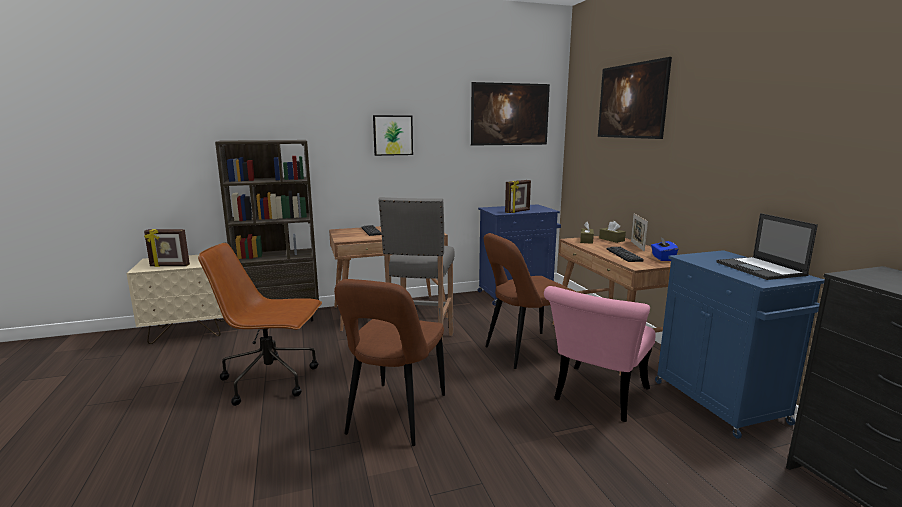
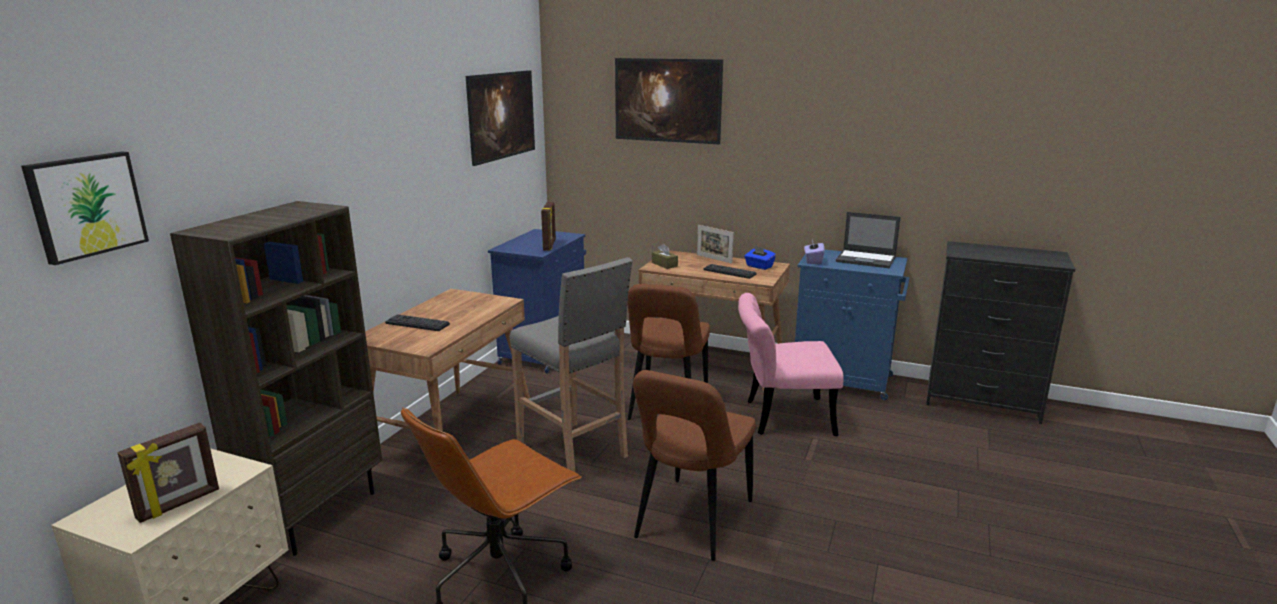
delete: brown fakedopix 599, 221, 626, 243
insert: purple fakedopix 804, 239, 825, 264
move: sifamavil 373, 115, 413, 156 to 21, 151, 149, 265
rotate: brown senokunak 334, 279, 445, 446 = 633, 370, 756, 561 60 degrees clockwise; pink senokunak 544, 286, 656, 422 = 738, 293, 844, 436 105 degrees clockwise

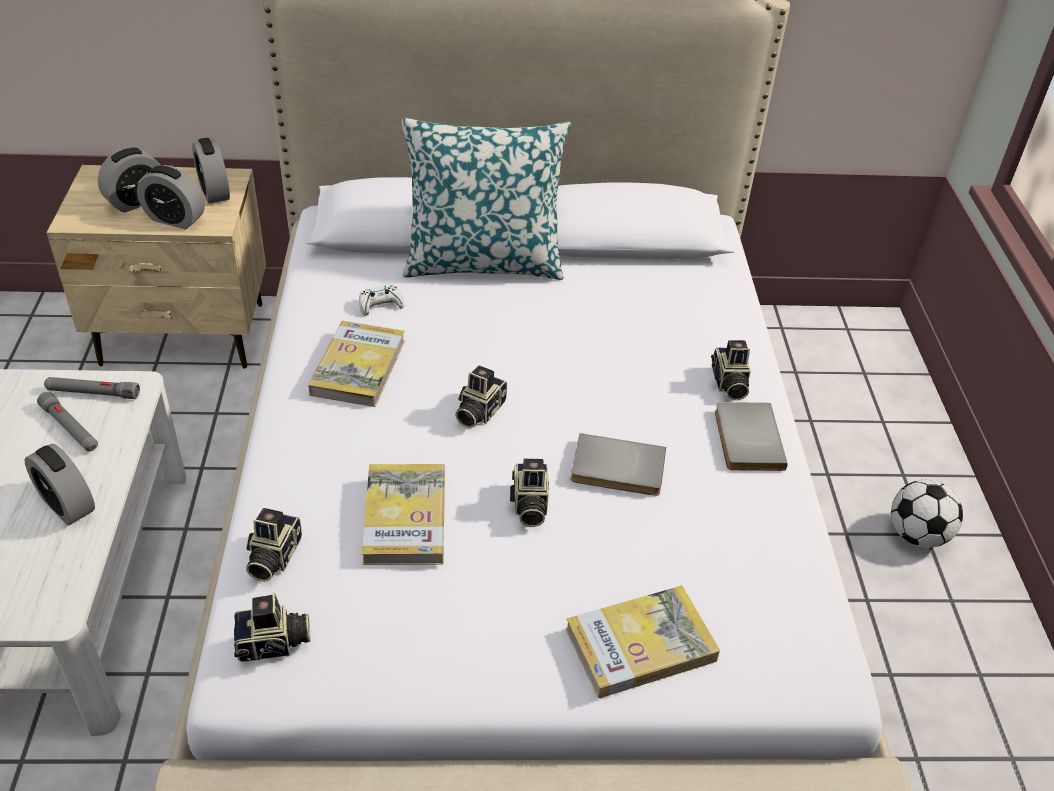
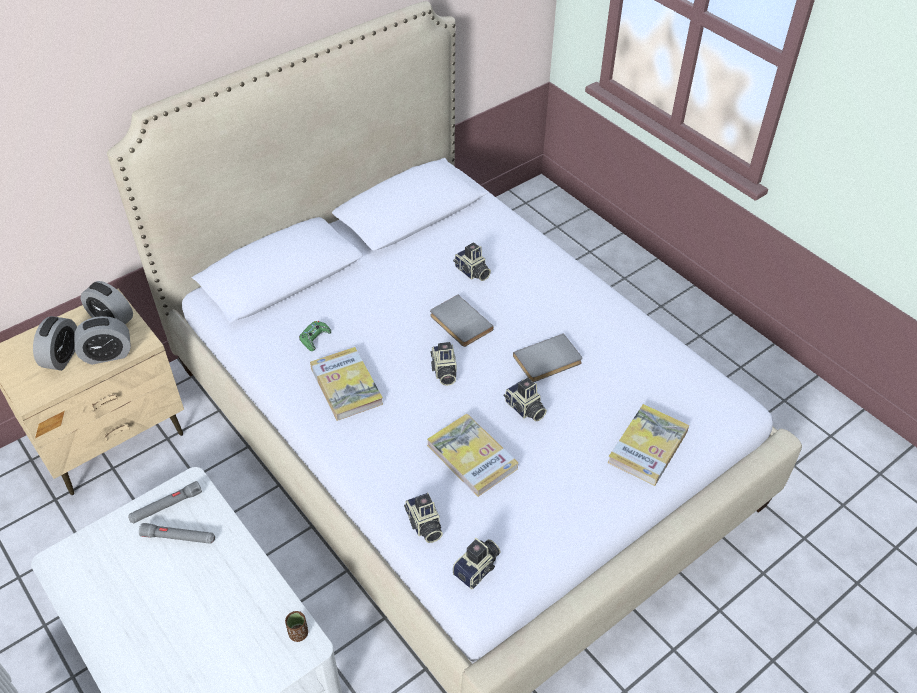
delete: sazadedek 25, 444, 95, 525; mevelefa 402, 118, 571, 280; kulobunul 891, 480, 963, 548
insert: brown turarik 285, 611, 308, 642
move: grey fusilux 715, 402, 788, 471 to 430, 295, 494, 347; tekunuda 711, 340, 751, 400 to 453, 242, 491, 281
recolor: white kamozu 359, 285, 404, 316 to green kamozu 299, 321, 331, 351

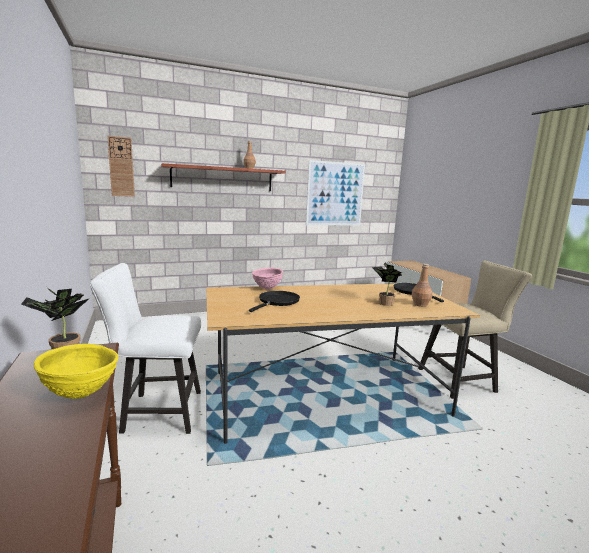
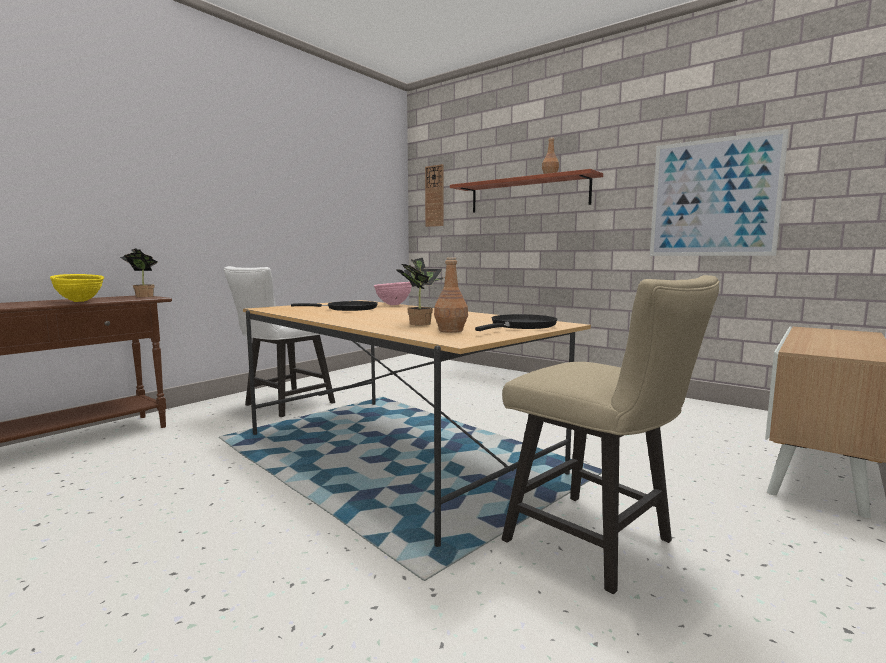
rotate: white senokunak 90, 263, 201, 434 = 224, 266, 335, 417 105 degrees counterclockwise

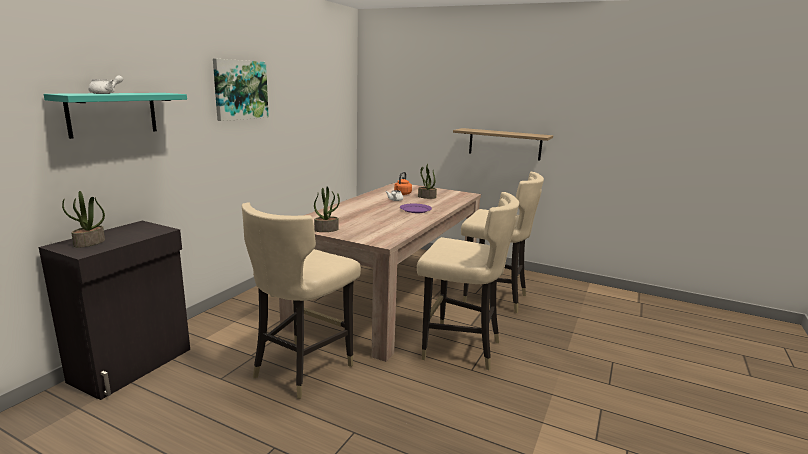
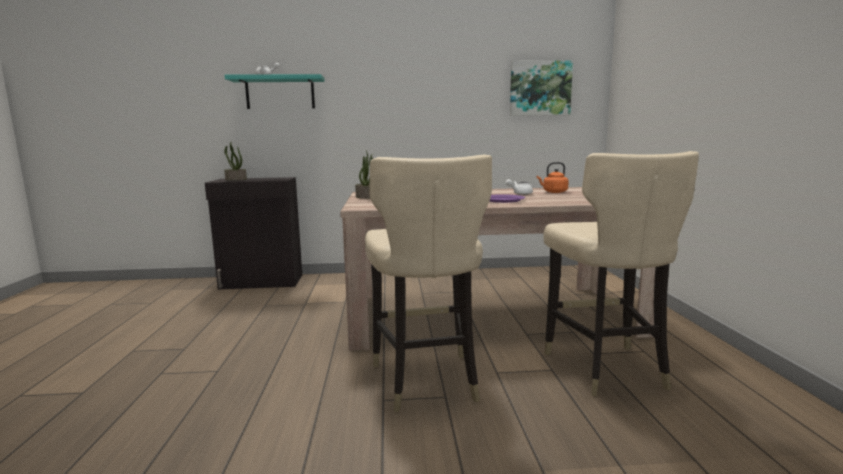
delete: beige senokunak 242, 202, 361, 399; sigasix 418, 164, 437, 199; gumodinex 453, 128, 553, 161
move: sifamavil 213, 58, 269, 121 to 510, 60, 573, 116

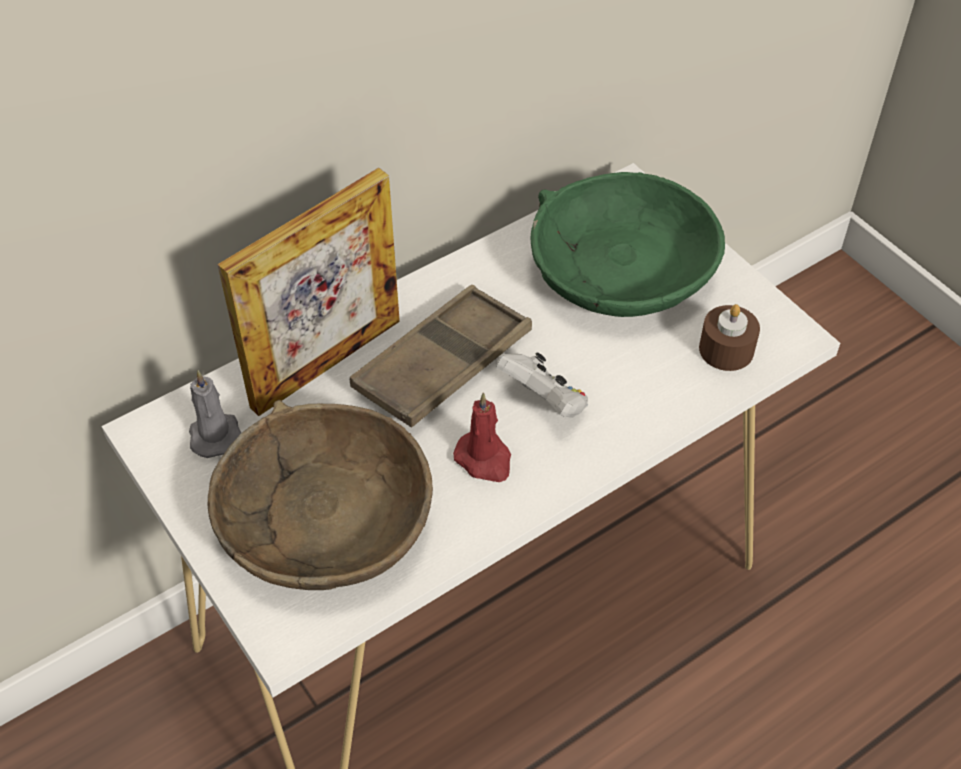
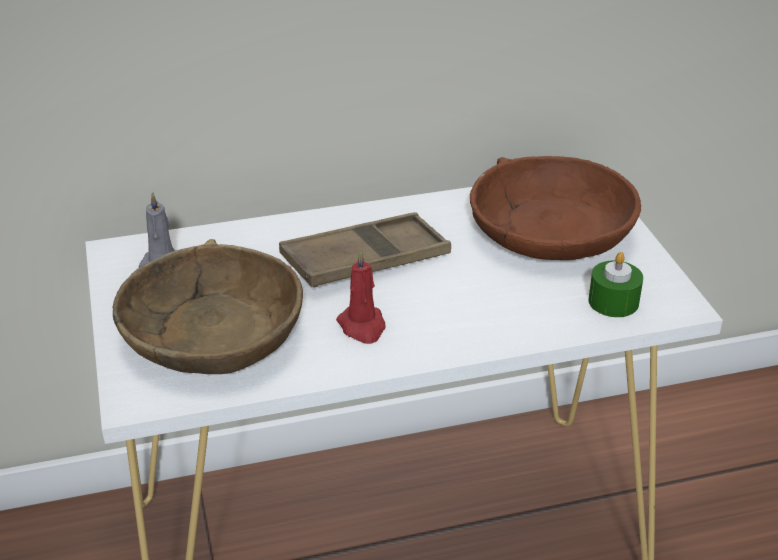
delete: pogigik 217, 168, 400, 416; white kamozu 496, 353, 588, 418
recolor: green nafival 530, 172, 725, 317 to brown nafival 470, 156, 641, 260; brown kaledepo 699, 304, 760, 371 to green kaledepo 588, 252, 643, 317

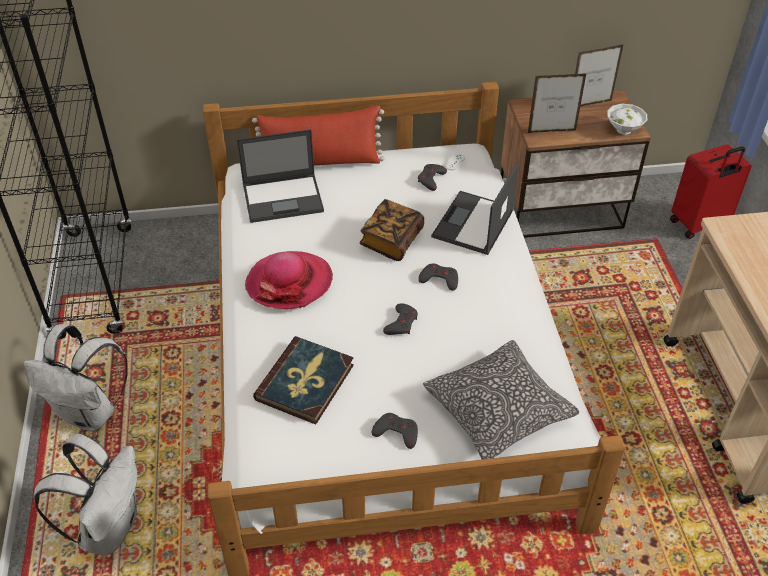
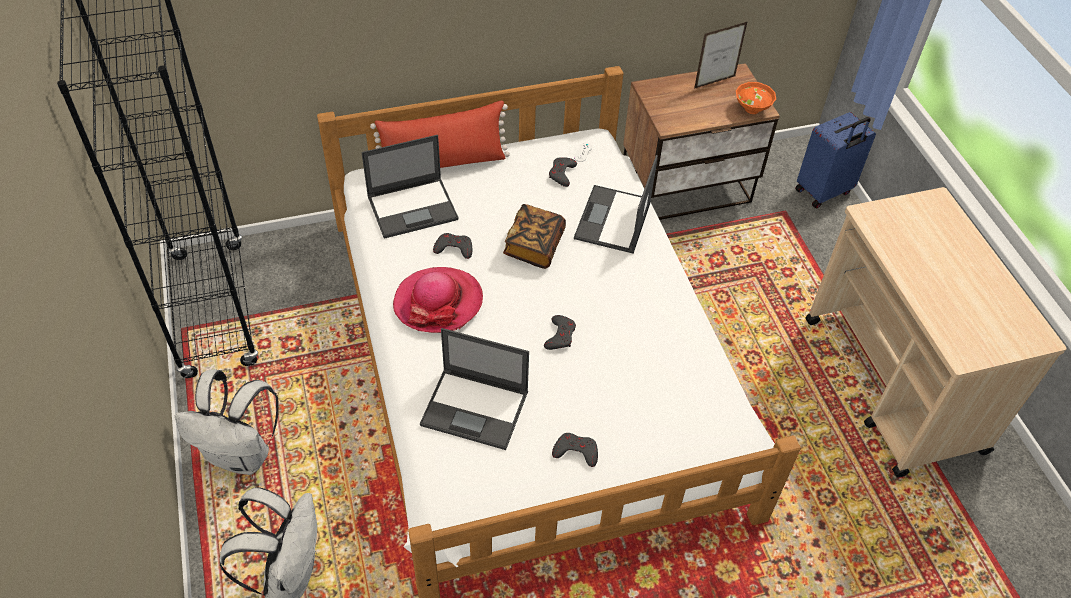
delete: mevelefa 423, 340, 579, 460; pogigik 528, 73, 587, 133
move: grey kamozu 418, 264, 458, 291 to 433, 233, 472, 259
replace: fusilux 253, 336, 354, 425 to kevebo 420, 328, 529, 450
recolor: white nafival 608, 104, 647, 135 to orange nafival 736, 82, 776, 114; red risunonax 670, 144, 752, 239 to blue risunonax 795, 112, 876, 209

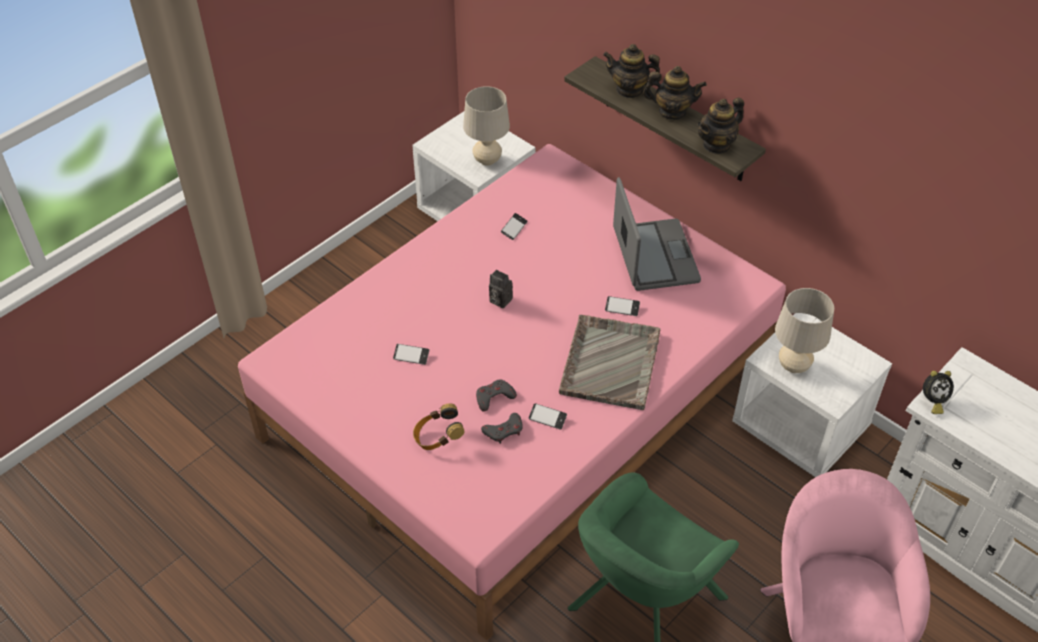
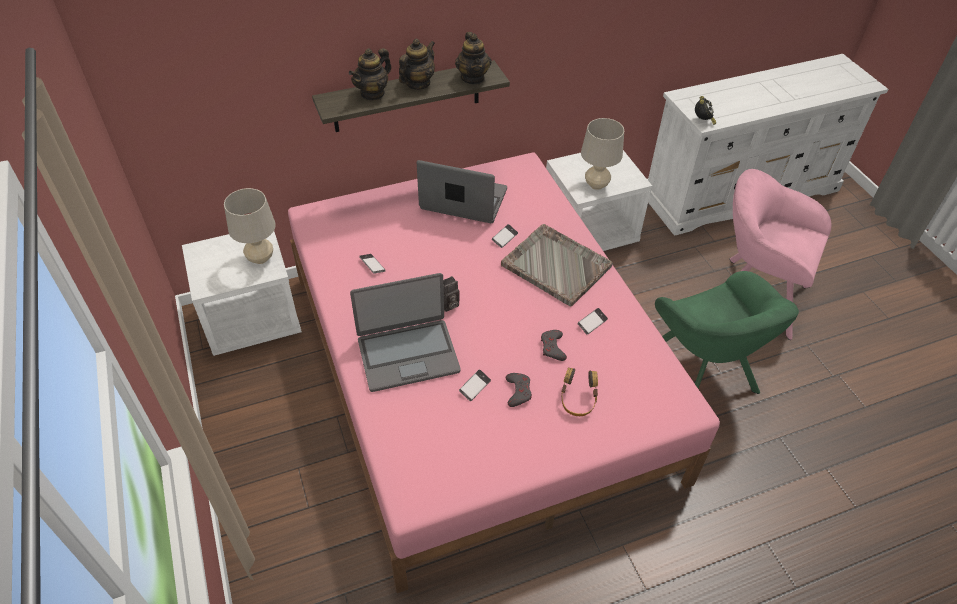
insert: kevebo 350, 273, 461, 392
move: grey kamozu 481, 413, 523, 444 to 506, 373, 532, 407

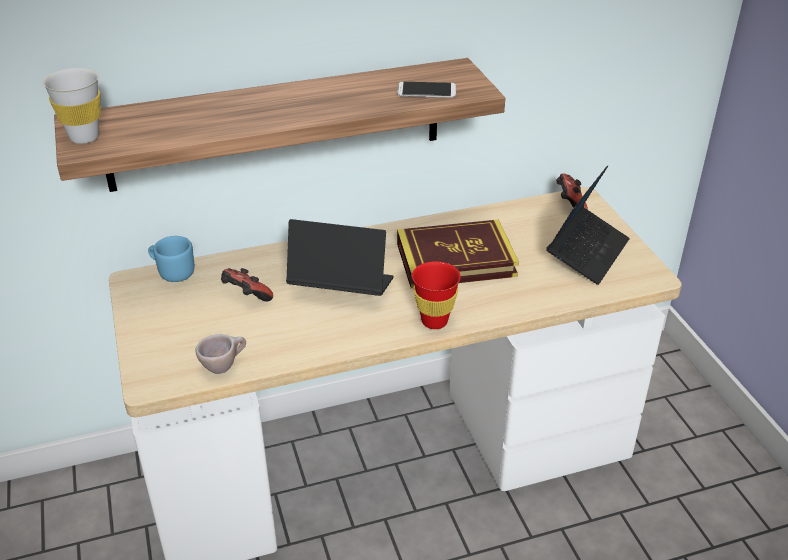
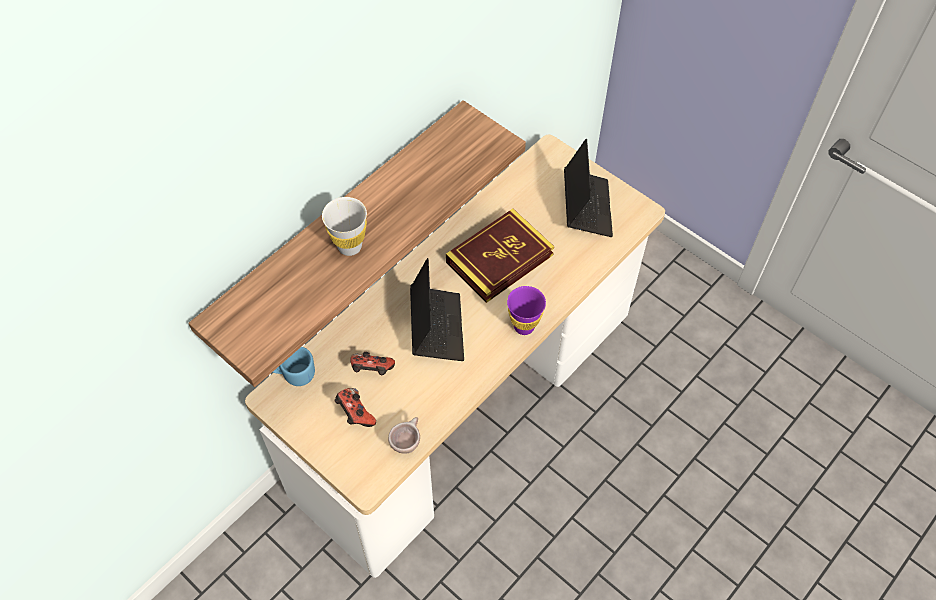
delete: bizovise 397, 82, 456, 98
move: white turarik 43, 68, 100, 144 to 322, 197, 367, 256; kamozu 556, 173, 588, 210 to 335, 388, 376, 427
recolor: red turarik 412, 261, 461, 329 to purple turarik 507, 286, 546, 335
rotate: kevebo 286, 219, 394, 296 = 410, 258, 464, 361 105 degrees clockwise

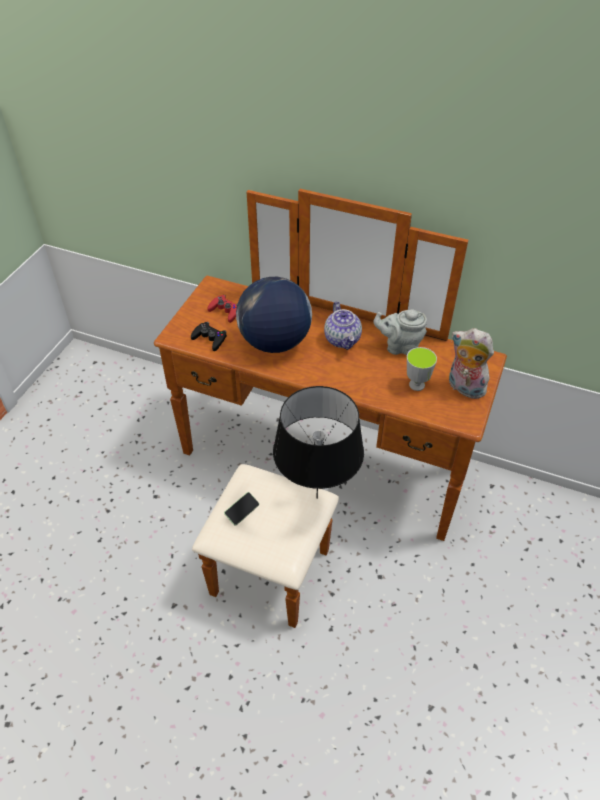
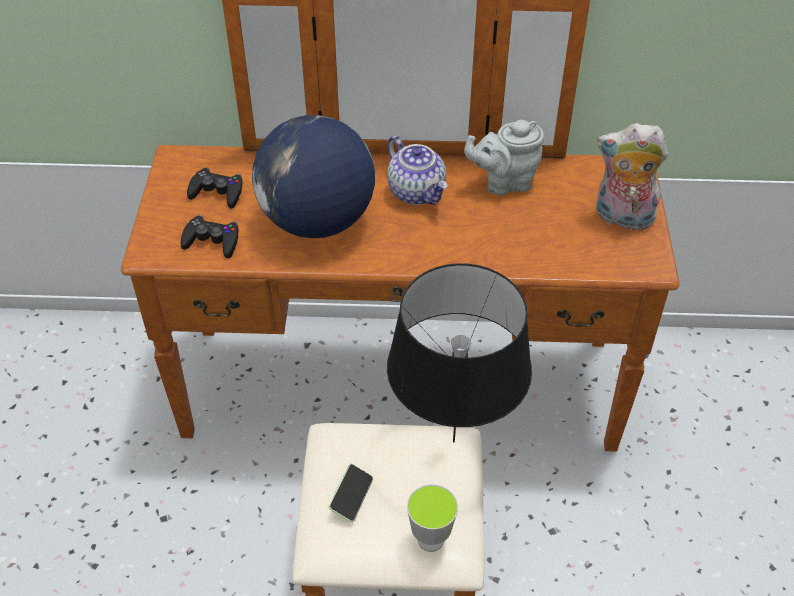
move: turarik 407, 347, 437, 391 to 407, 484, 458, 552
recolor: red kamozu 208, 295, 237, 323 to black kamozu 187, 167, 243, 208

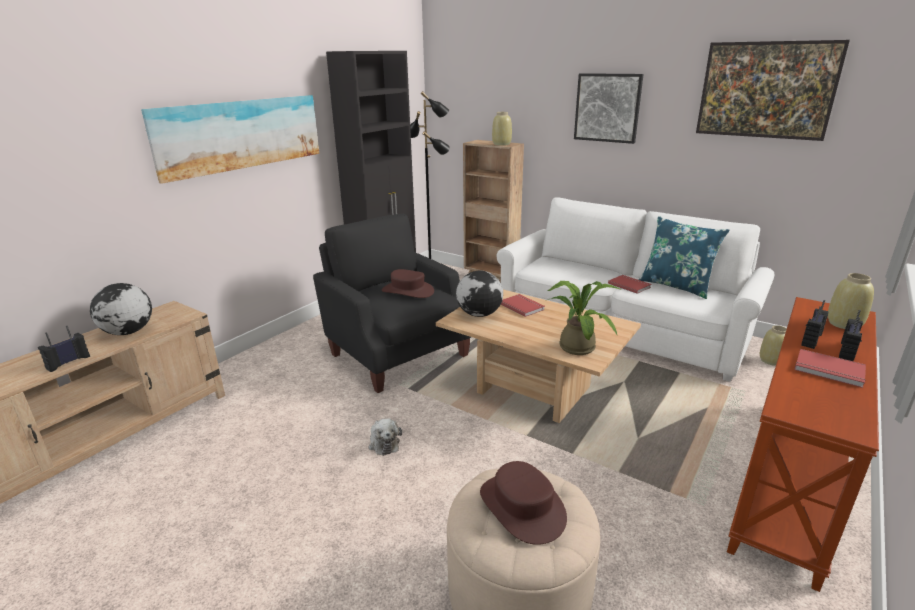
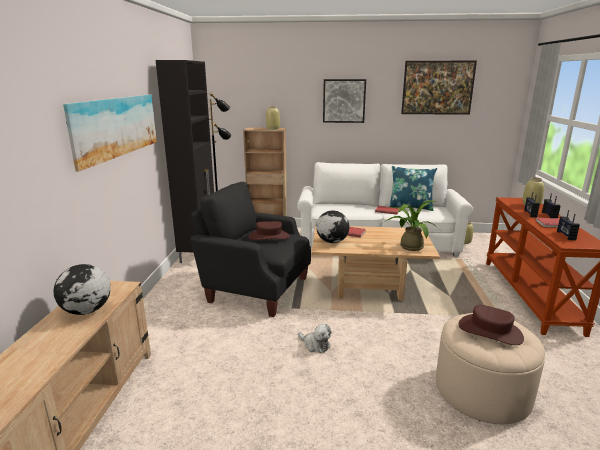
move: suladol 38, 326, 90, 372 to 557, 210, 580, 240

